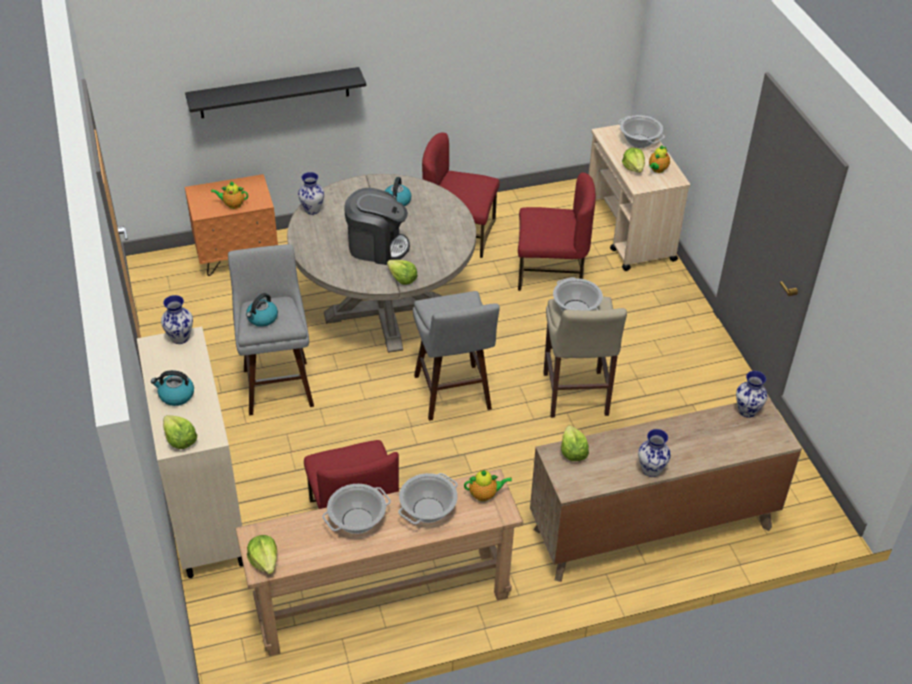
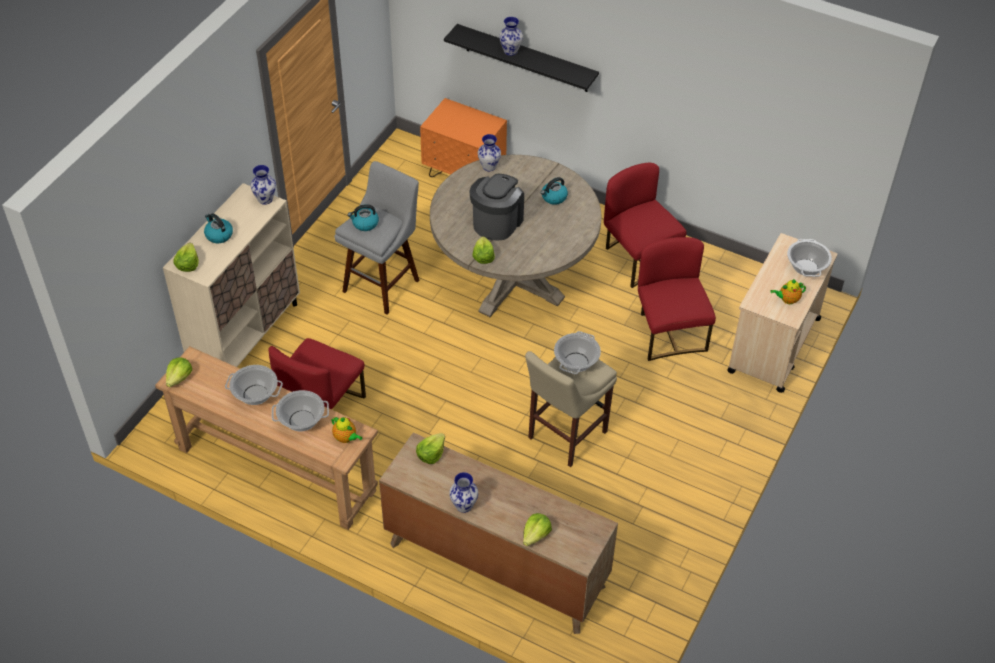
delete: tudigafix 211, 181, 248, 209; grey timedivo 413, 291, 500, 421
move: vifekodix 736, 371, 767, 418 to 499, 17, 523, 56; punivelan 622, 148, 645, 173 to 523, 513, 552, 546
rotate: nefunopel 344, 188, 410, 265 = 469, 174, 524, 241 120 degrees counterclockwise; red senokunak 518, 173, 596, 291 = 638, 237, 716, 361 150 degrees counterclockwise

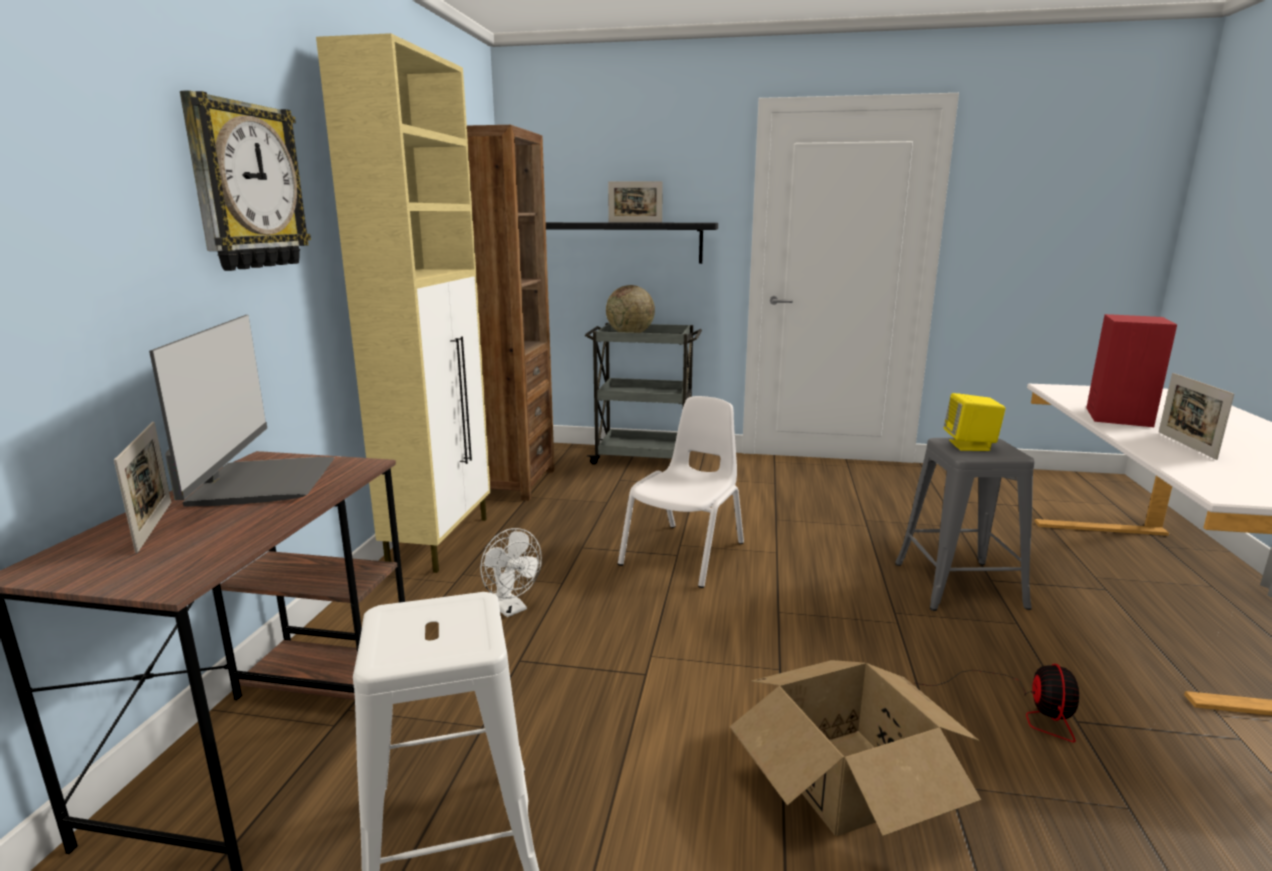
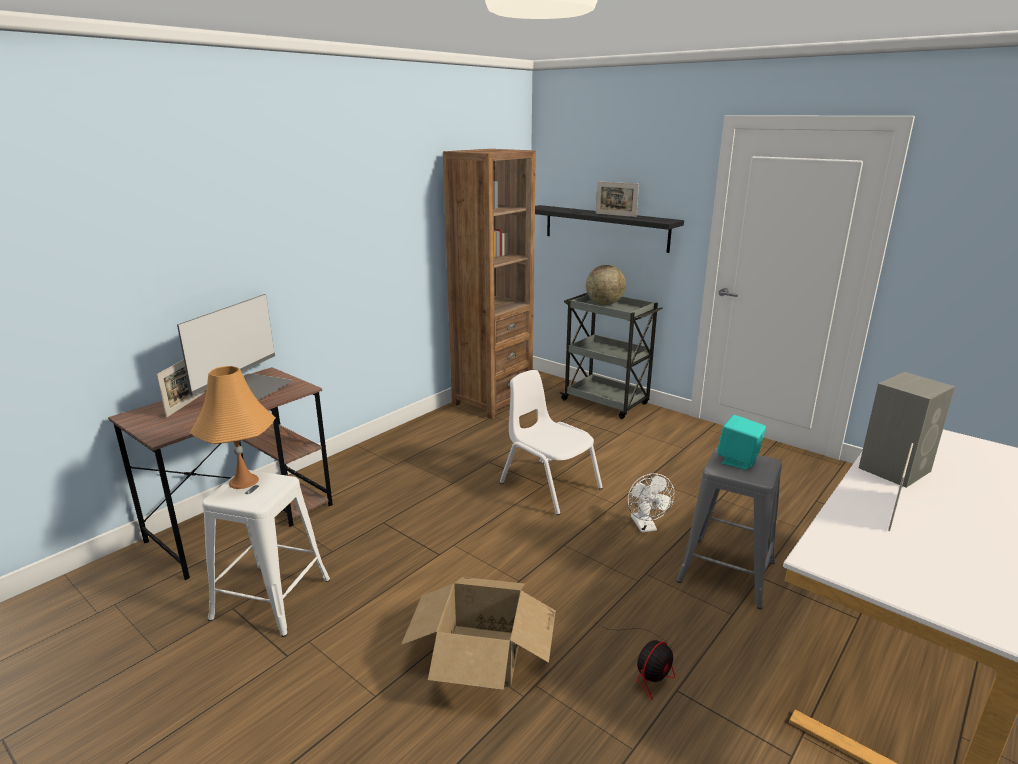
delete: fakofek 180, 90, 311, 271; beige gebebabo 316, 33, 491, 573
insert: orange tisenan 190, 366, 276, 489
move: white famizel 480, 528, 542, 617 to 627, 473, 675, 533
recolor: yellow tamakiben 943, 393, 1006, 451 to turquoise tamakiben 717, 415, 766, 470; red tamakiben 1086, 314, 1177, 427 to grey tamakiben 859, 372, 955, 488
rotate: white senokunak 618, 396, 744, 588 = 500, 370, 603, 515 105 degrees counterclockwise

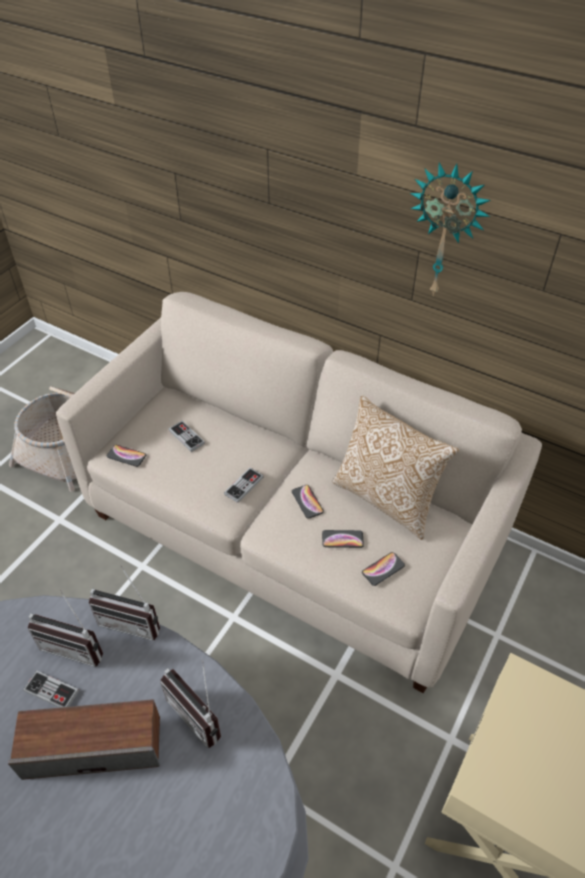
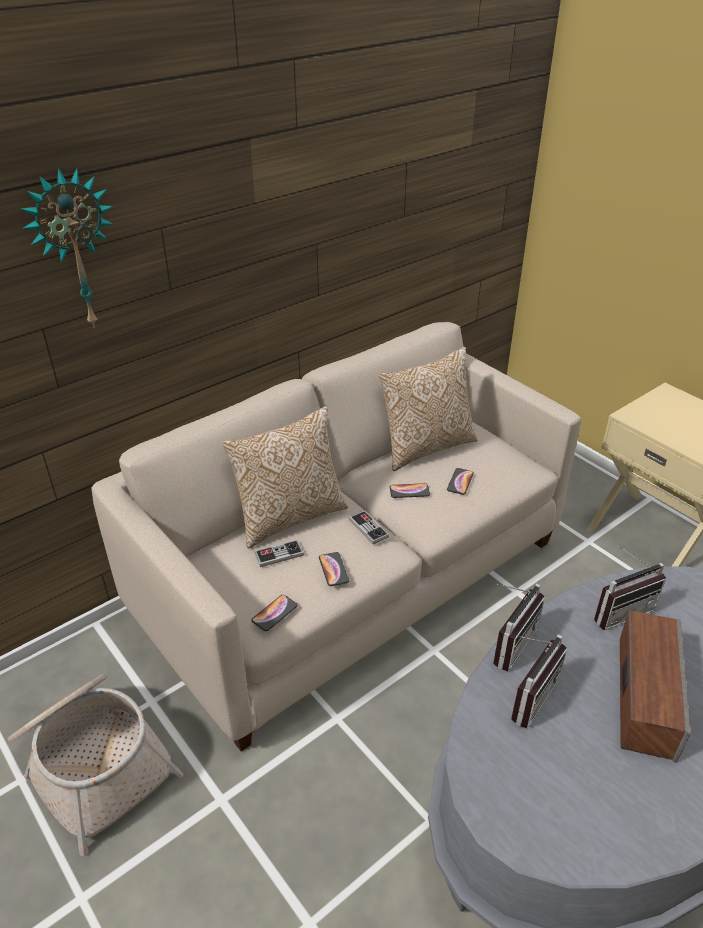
delete: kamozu 23, 670, 79, 708
insert: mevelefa 222, 406, 348, 548
move: fakofek 410, 162, 491, 296 to 21, 168, 113, 328; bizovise 362, 552, 405, 586 to 319, 552, 349, 586

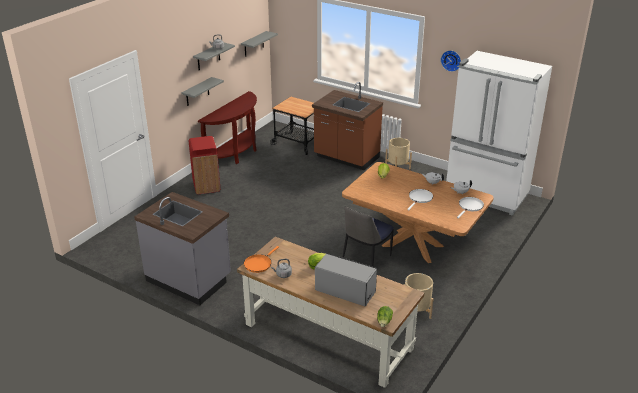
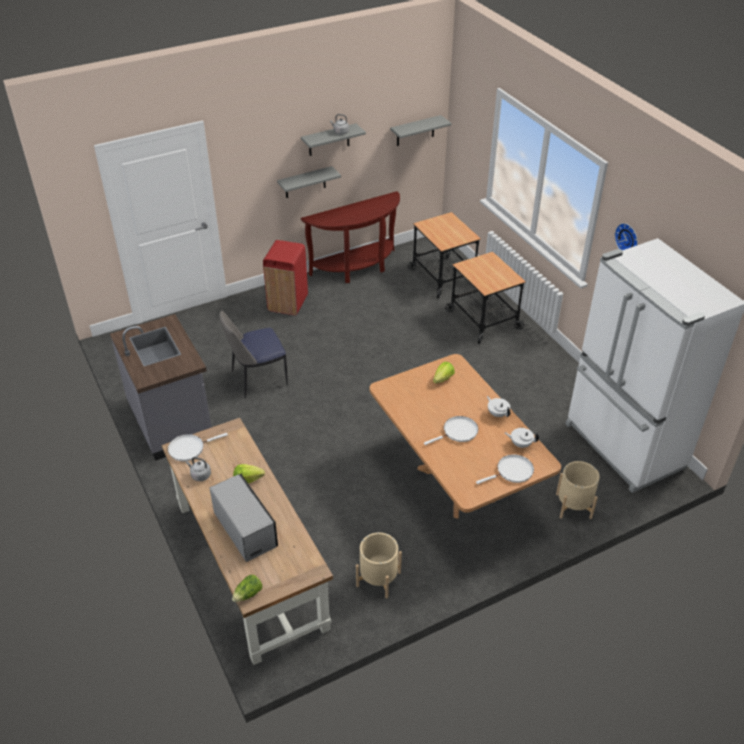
move: senokunak 343, 206, 394, 267 to 219, 310, 288, 398; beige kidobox 385, 138, 412, 169 to 556, 461, 600, 519
replace: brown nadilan 312, 82, 383, 170 to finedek 445, 252, 526, 344
recolor: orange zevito 244, 246, 279, 273 to white zevito 168, 433, 228, 461

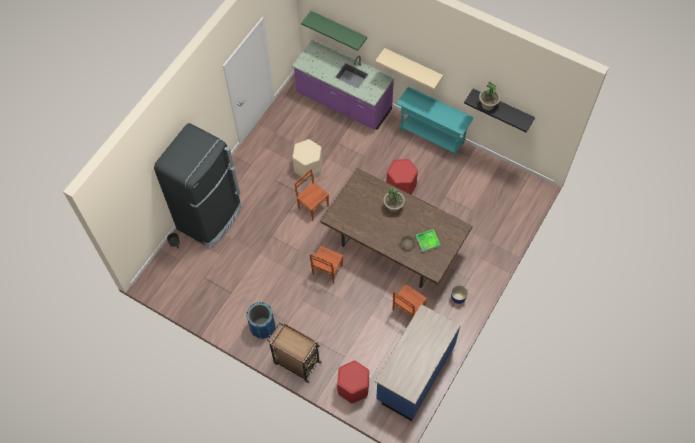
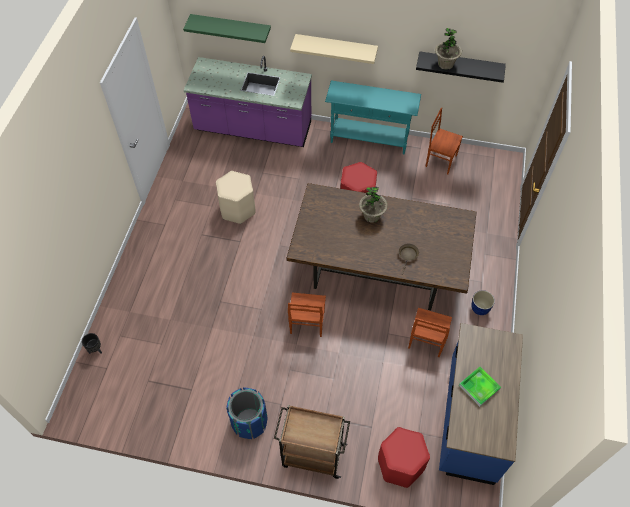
delete: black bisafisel 154, 123, 242, 248
move: brown senokunak 294, 169, 329, 221 to 425, 107, 463, 174; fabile 416, 229, 441, 252 to 459, 367, 501, 407

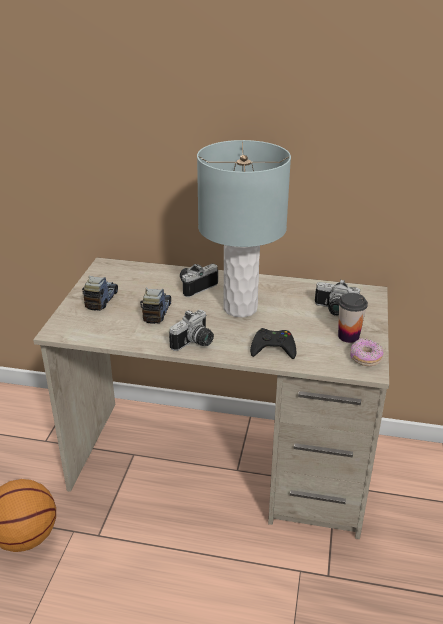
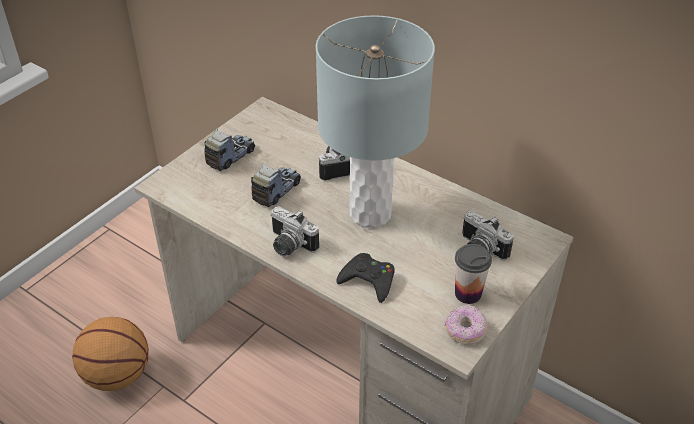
rotate: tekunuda 169, 310, 214, 351 = 270, 206, 319, 256 60 degrees clockwise

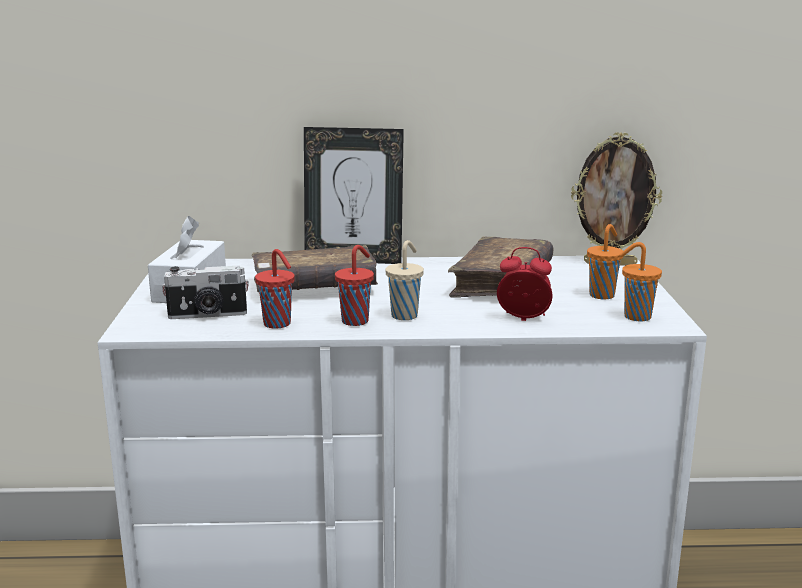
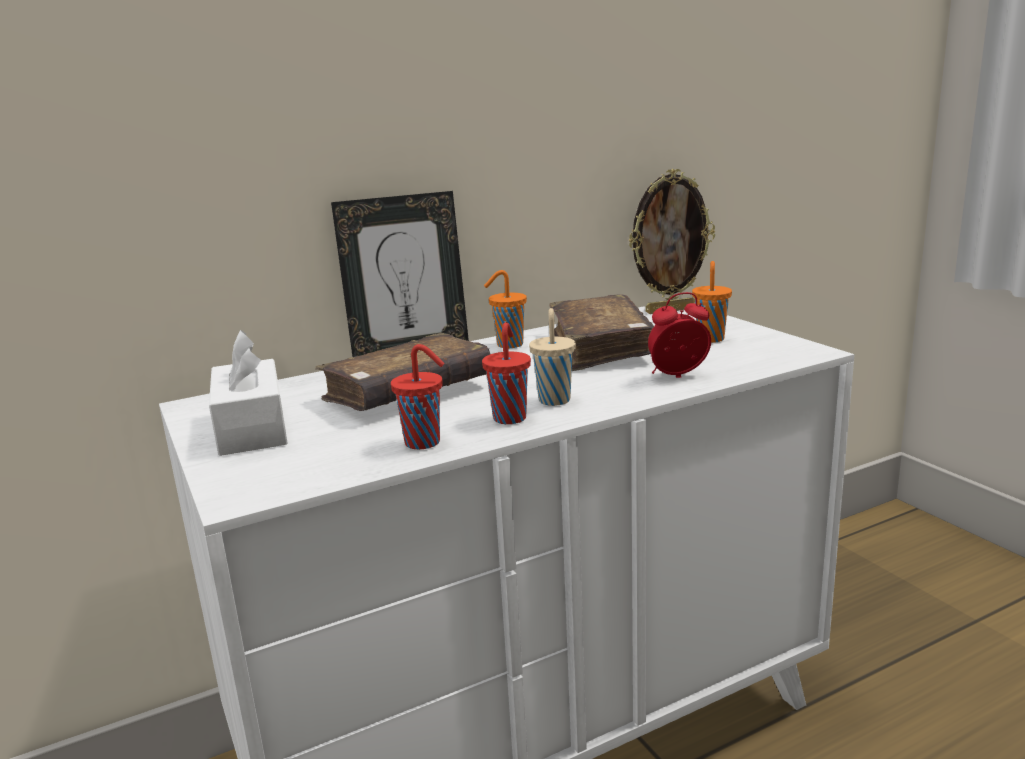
delete: tekunuda 162, 265, 249, 319
move: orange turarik 619, 242, 662, 321 to 484, 270, 527, 348

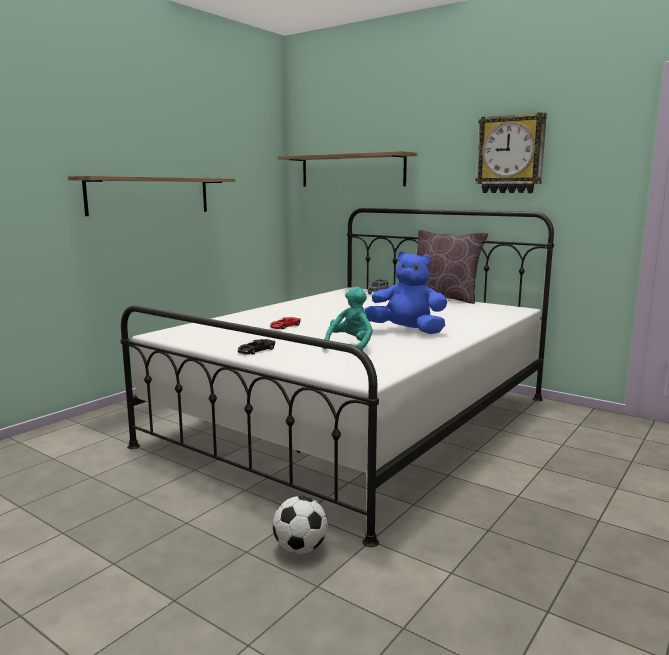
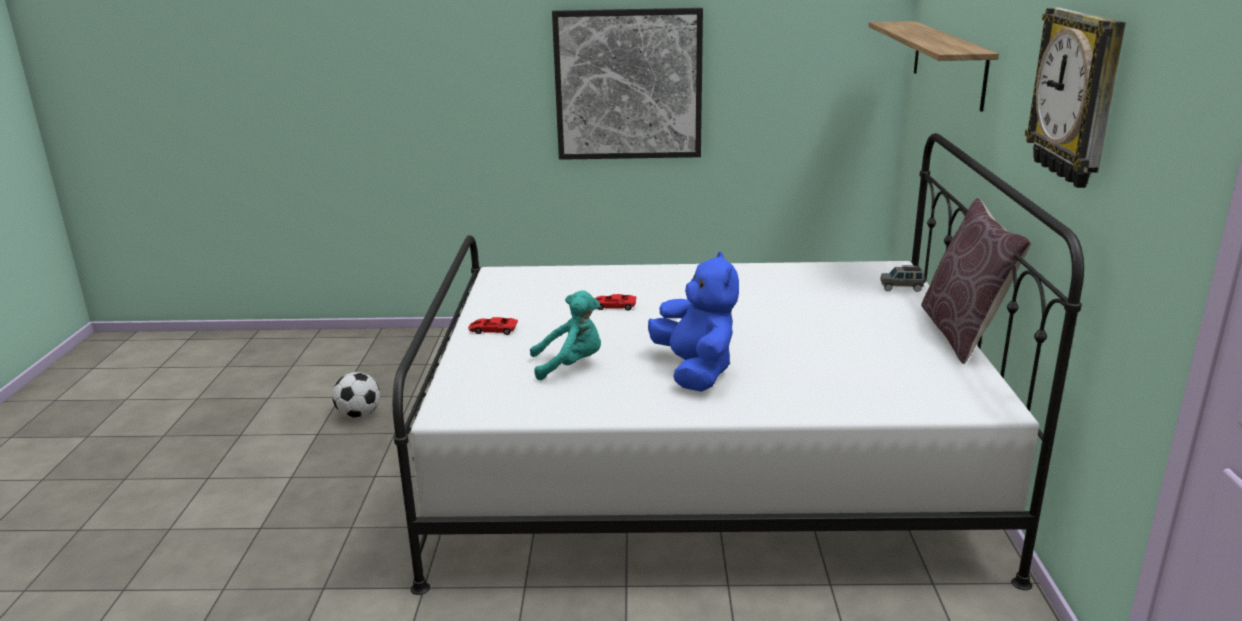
move: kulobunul 273, 496, 328, 554 to 332, 372, 380, 418
replace: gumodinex 68, 176, 235, 216 to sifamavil 552, 8, 703, 160
recolor: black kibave 237, 339, 275, 354 to red kibave 468, 317, 518, 335

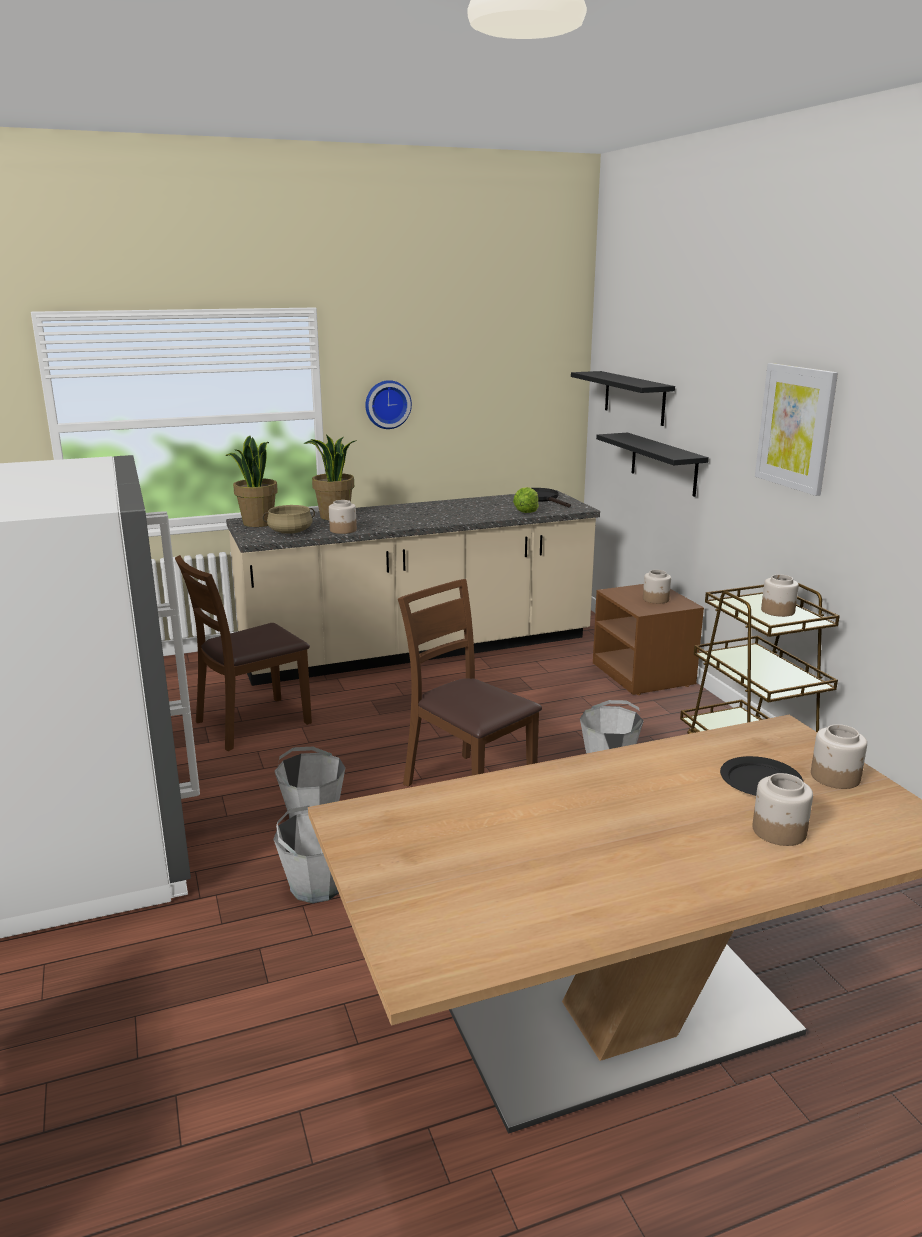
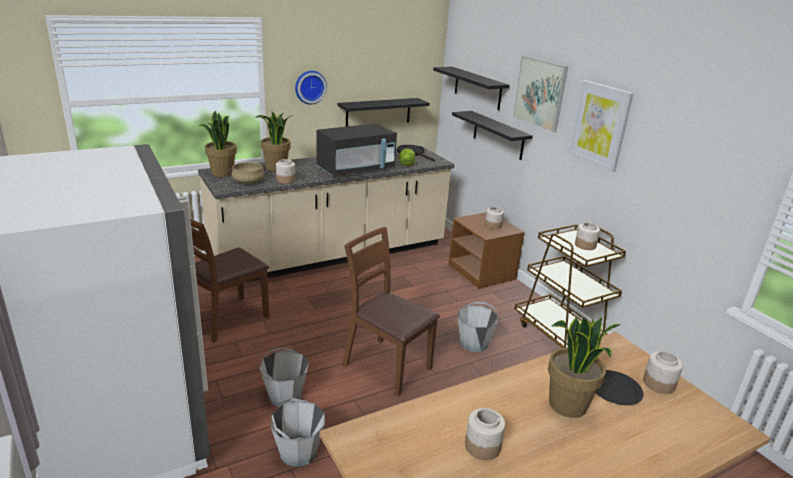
insert: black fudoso 316, 124, 397, 176; black gumodinex 337, 98, 430, 127; sifamavil 513, 56, 568, 132; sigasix 548, 317, 621, 418
move: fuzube 752, 773, 813, 846 to 465, 408, 505, 460

